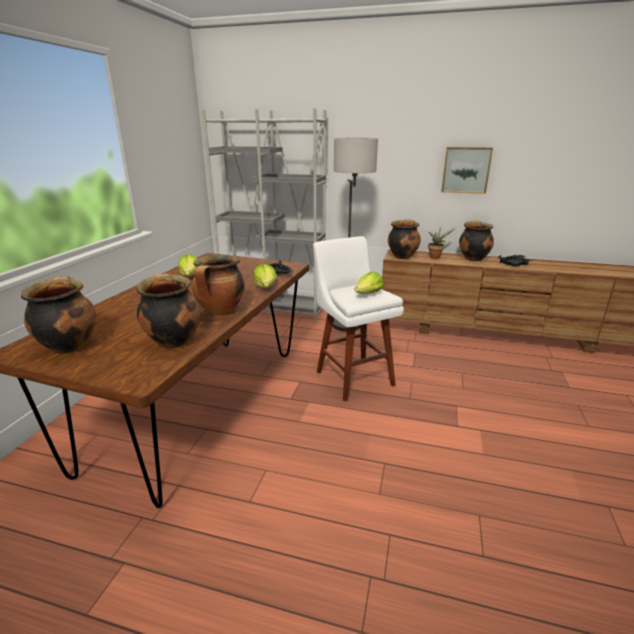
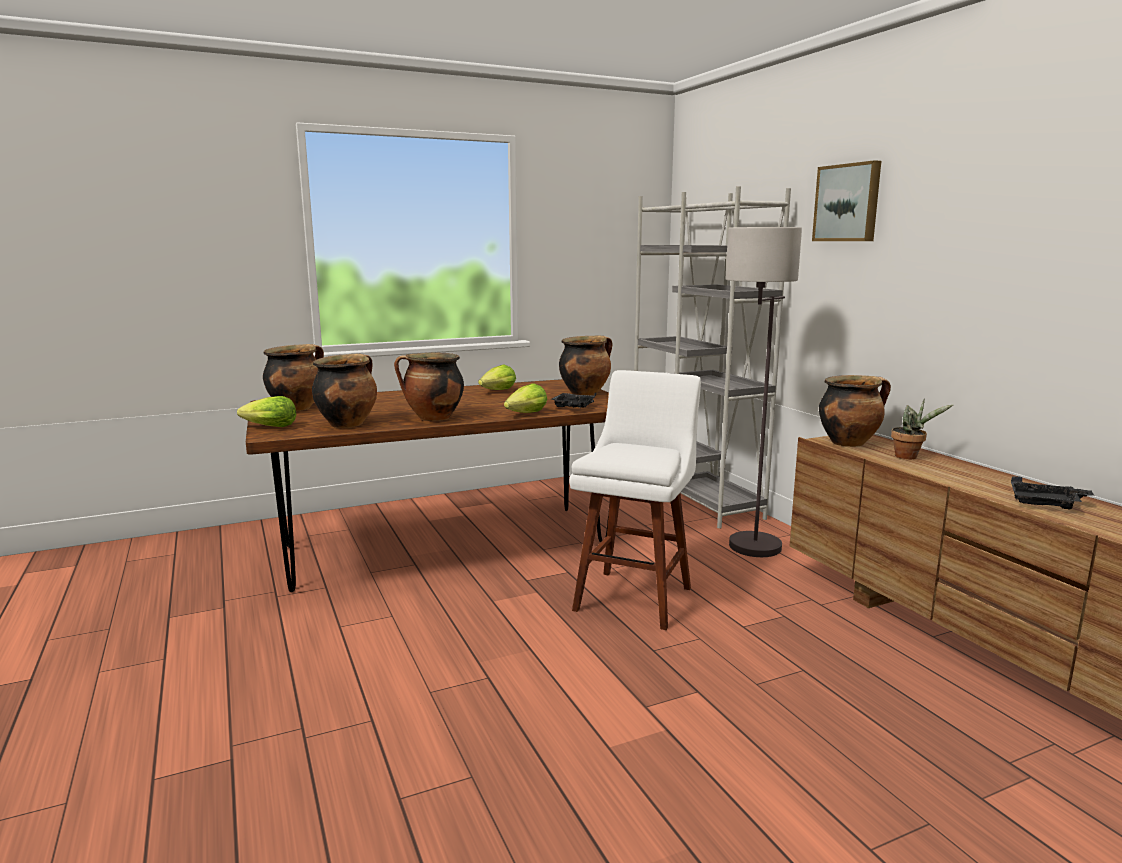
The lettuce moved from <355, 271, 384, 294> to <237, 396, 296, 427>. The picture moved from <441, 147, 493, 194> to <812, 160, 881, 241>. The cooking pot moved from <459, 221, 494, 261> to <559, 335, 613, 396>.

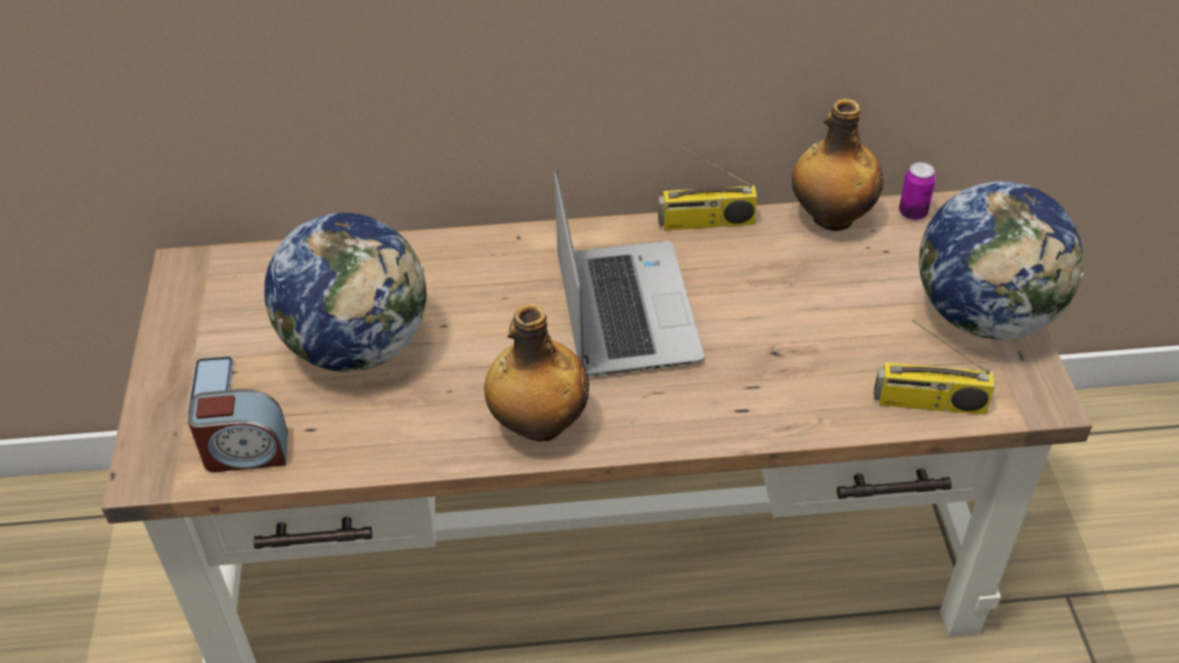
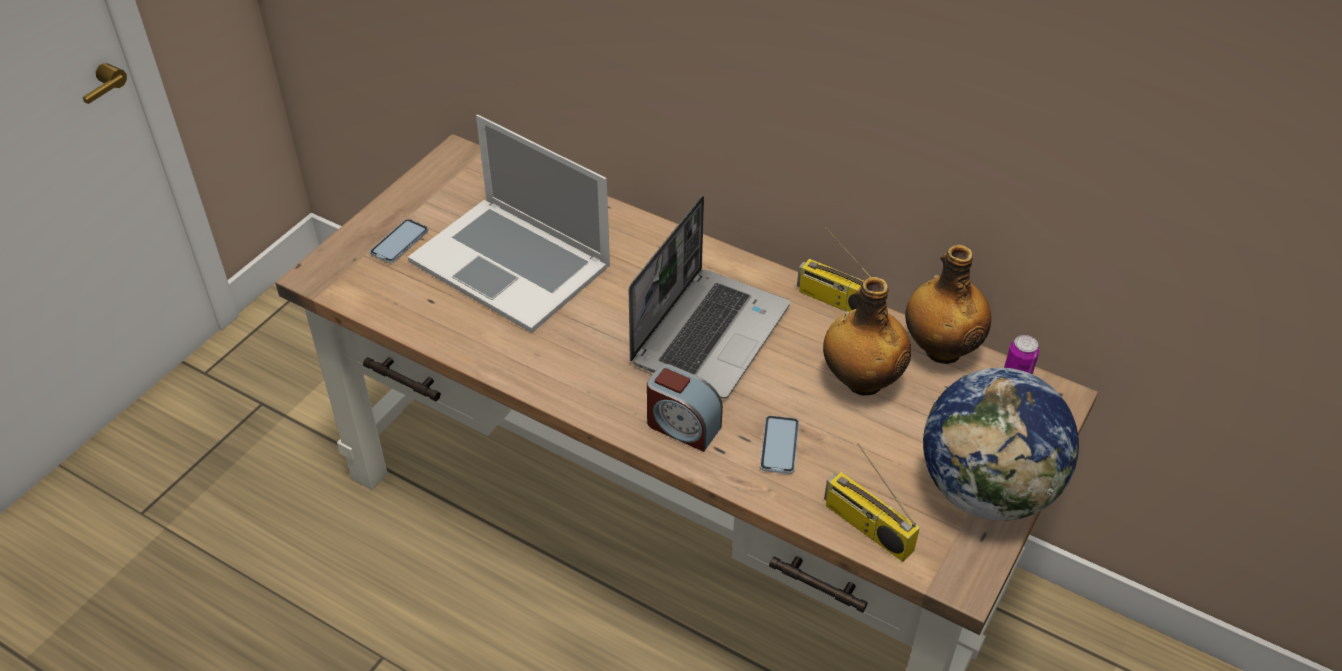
The phone at <760, 415, 799, 474> appeared. The alarm clock moved from <188, 389, 288, 472> to <647, 364, 723, 452>. The bottle moved from <484, 304, 589, 442> to <823, 277, 911, 396>. The globe at <264, 213, 427, 372> was replaced by the laptop at <408, 115, 610, 333>.

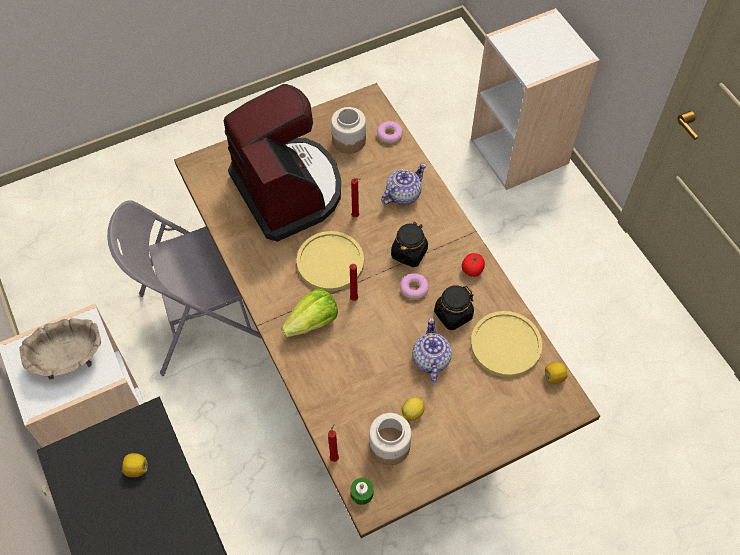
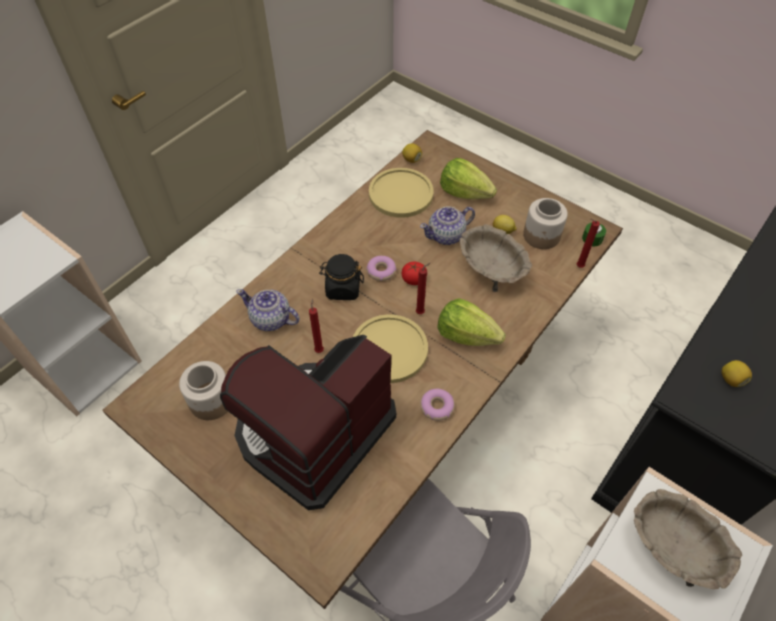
The black jar at <434, 285, 474, 330> disappeared. The lettuce at <440, 158, 497, 199> appeared. The beige bowl at <460, 224, 532, 292> appeared. The donut moved from <377, 121, 403, 144> to <420, 389, 455, 421>. The tomato moved from <462, 253, 485, 277> to <401, 262, 427, 285>.

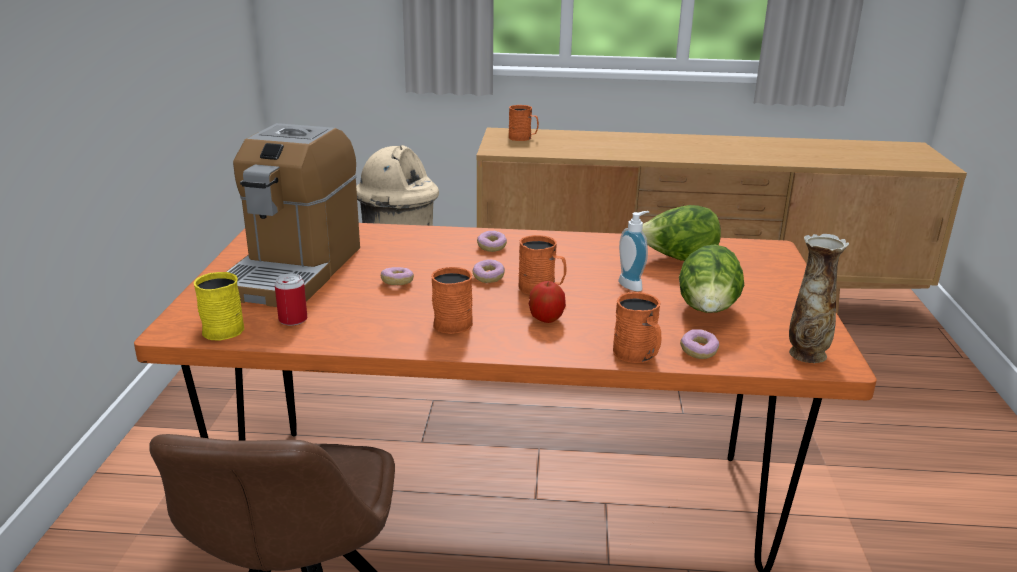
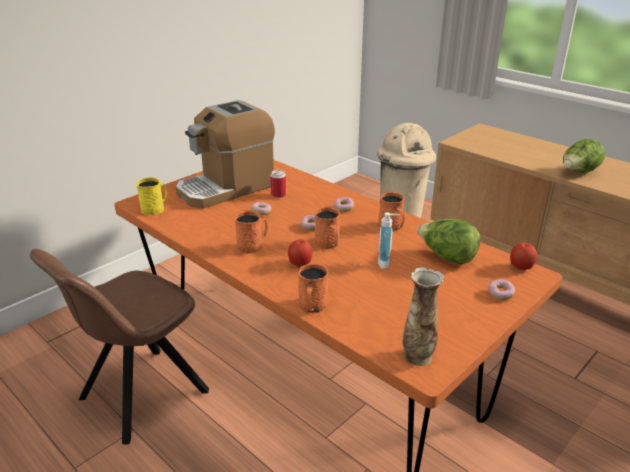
The apple at <510, 242, 537, 270> appeared. The can moved from <275, 273, 307, 326> to <270, 170, 286, 198>. The orange mug moved from <509, 105, 539, 141> to <379, 192, 405, 232>. The lettuce moved from <679, 244, 744, 313> to <563, 139, 605, 173>. The donut moved from <680, 329, 719, 359> to <488, 279, 515, 300>.

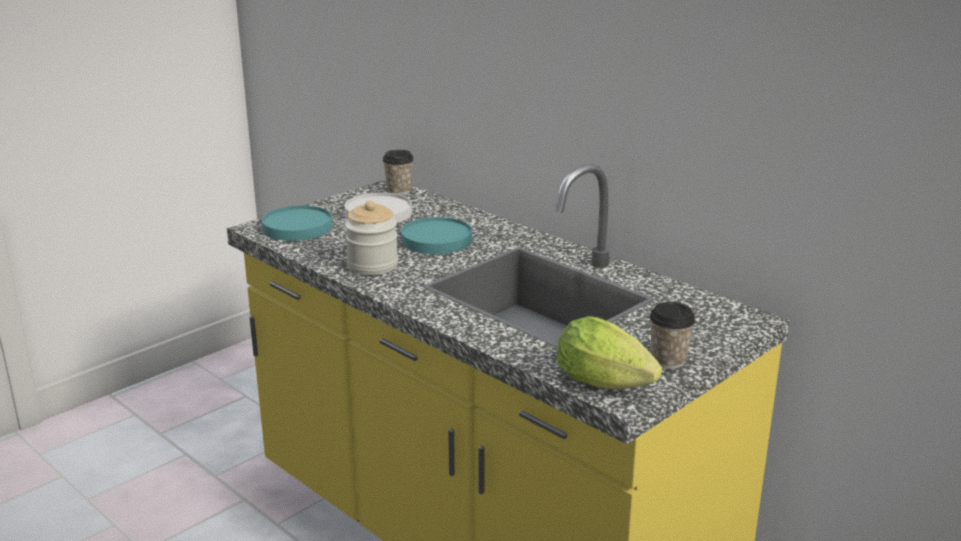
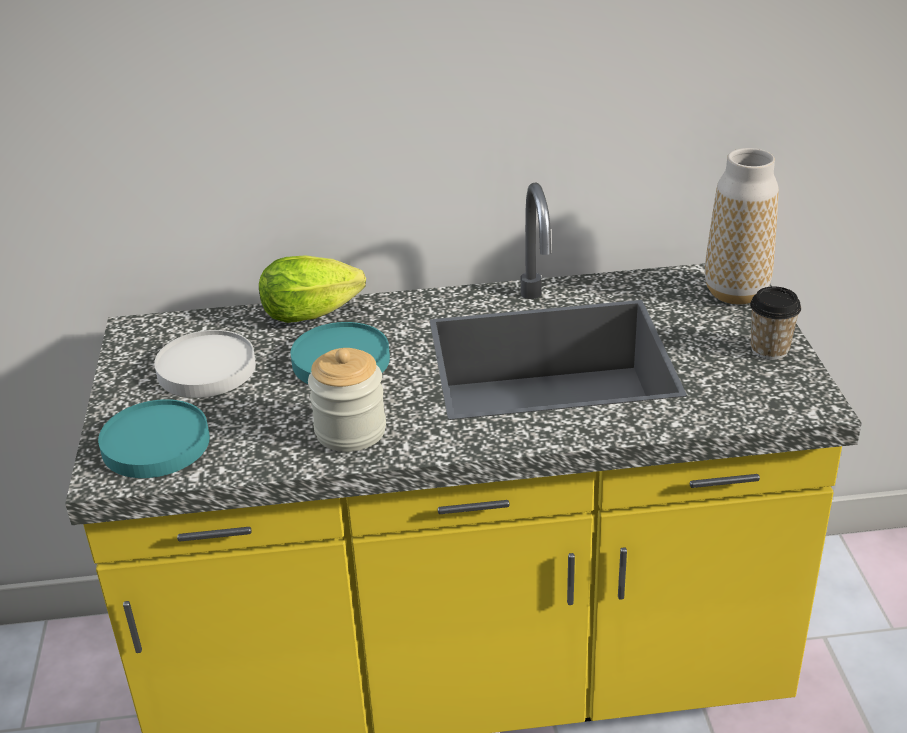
The cup at <383, 150, 414, 195> disappeared. The vase at <705, 148, 779, 304> appeared. The lettuce moved from <557, 316, 662, 389> to <259, 255, 366, 323>.

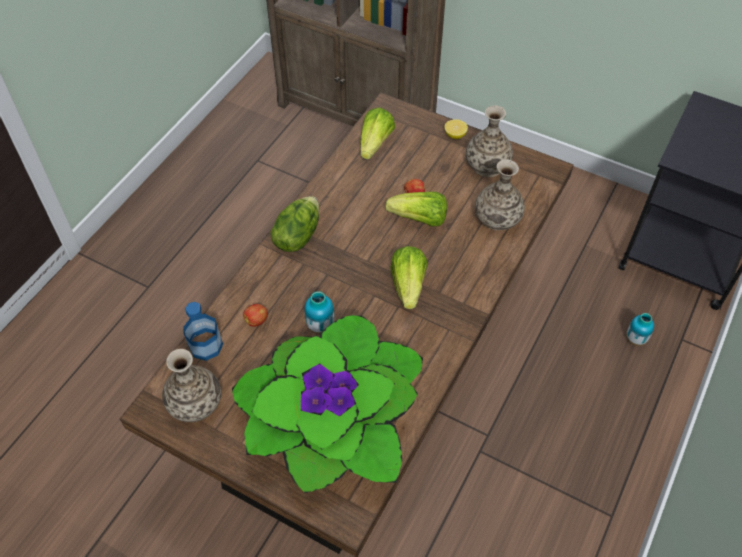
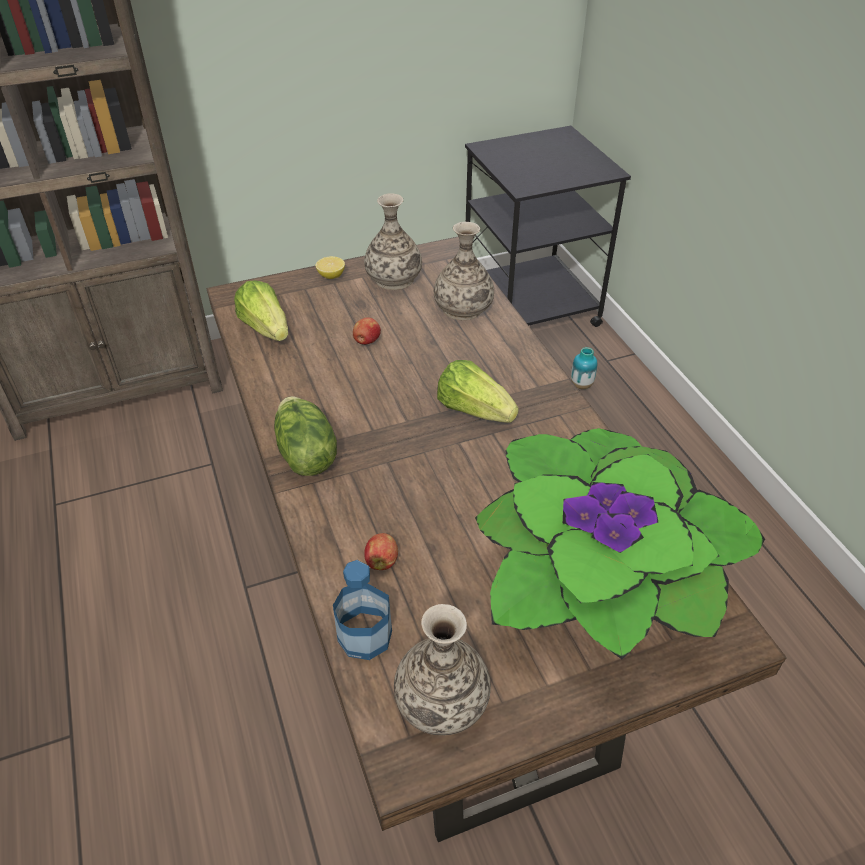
The vase at <305, 291, 334, 335> disappeared. The lettuce at <386, 192, 447, 226> disappeared.

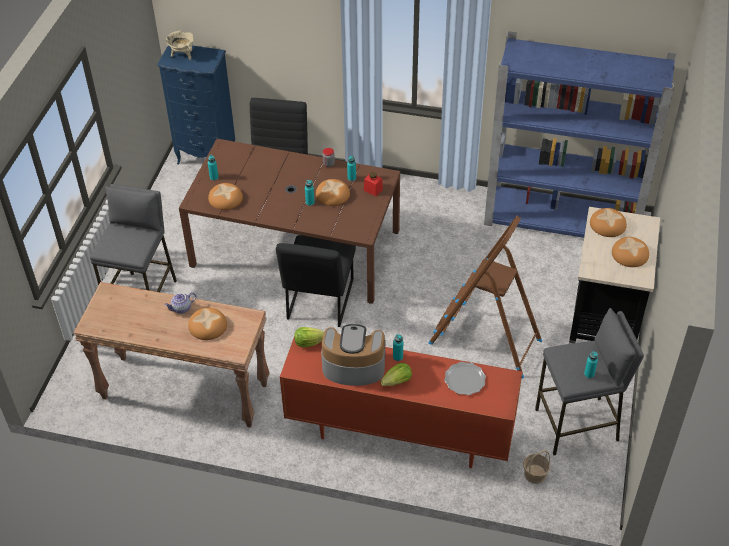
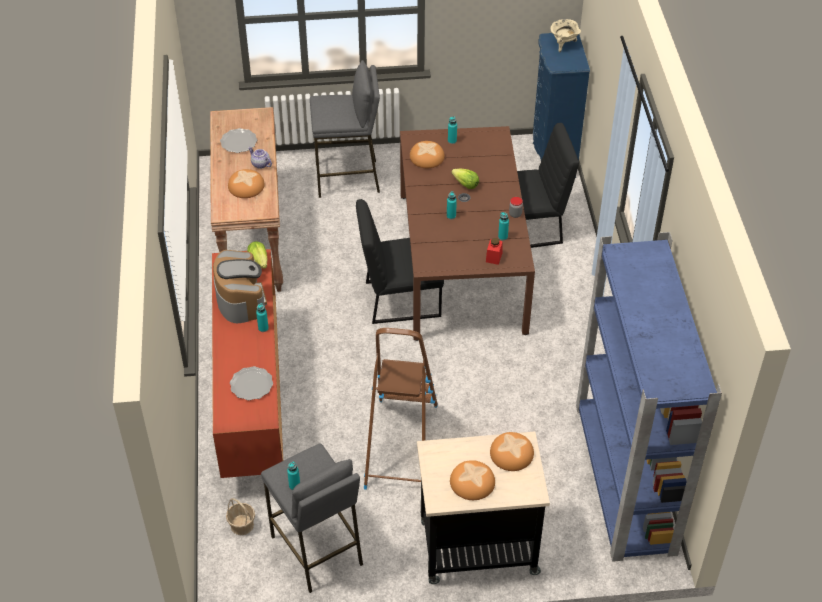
The bread at <316, 179, 350, 206> disappeared. The plate at <220, 128, 257, 153> appeared. The lettuce moved from <380, 363, 412, 386> to <451, 169, 479, 189>.

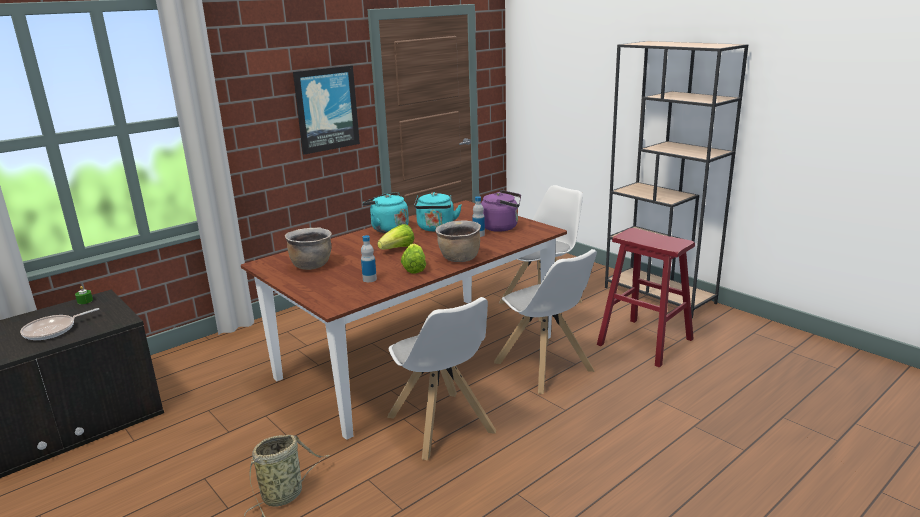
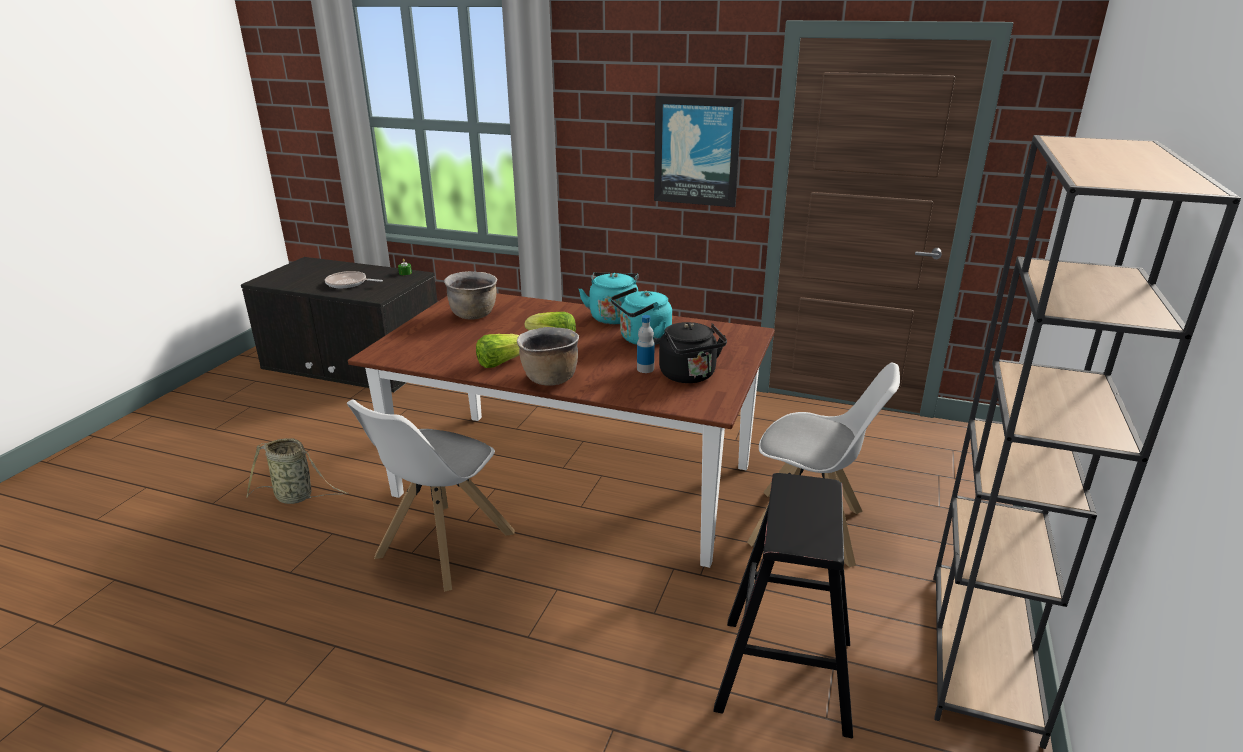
The bottle at <361, 235, 377, 282> disappeared. The chair at <494, 249, 597, 394> disappeared. The purple kettle at <481, 190, 521, 232> became the black kettle at <659, 322, 727, 383>. The red stool at <597, 228, 695, 368> became the black stool at <713, 473, 853, 739>.

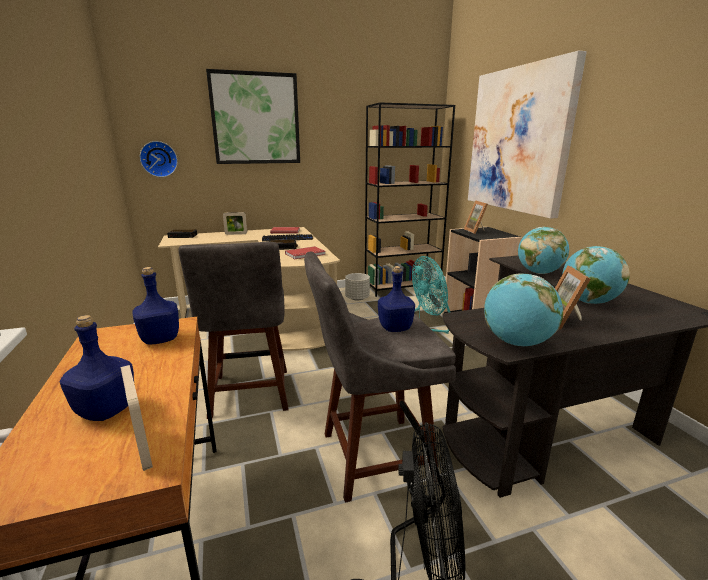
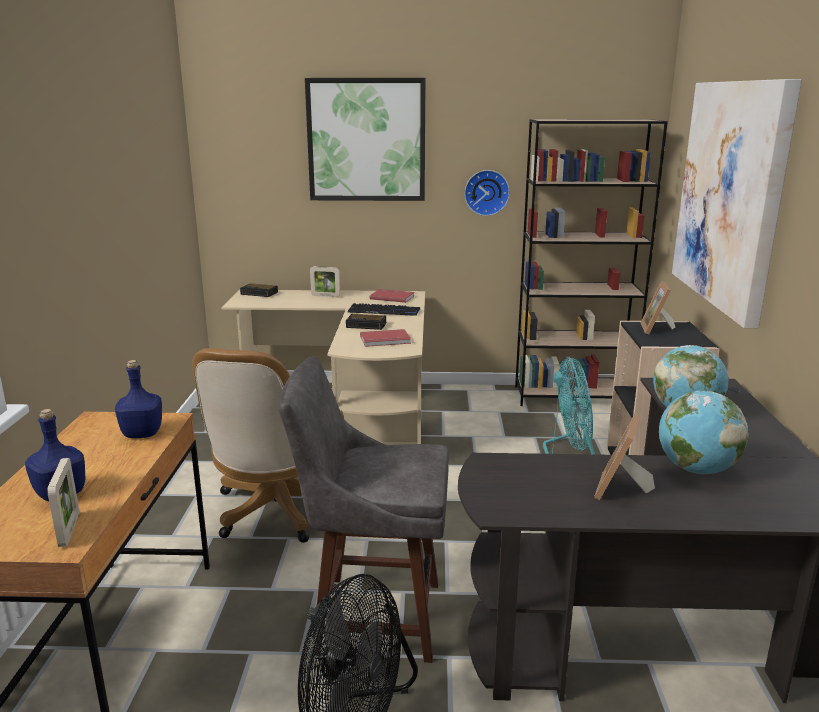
The grey planter at <345, 273, 370, 300> disappeared. The blue bottle at <378, 266, 415, 332> disappeared. The globe at <484, 273, 563, 346> disappeared. The wall clock moved from <140, 141, 178, 177> to <464, 170, 510, 216>. The grey stool at <178, 242, 288, 419> was replaced by the office chair at <192, 348, 344, 543>.

